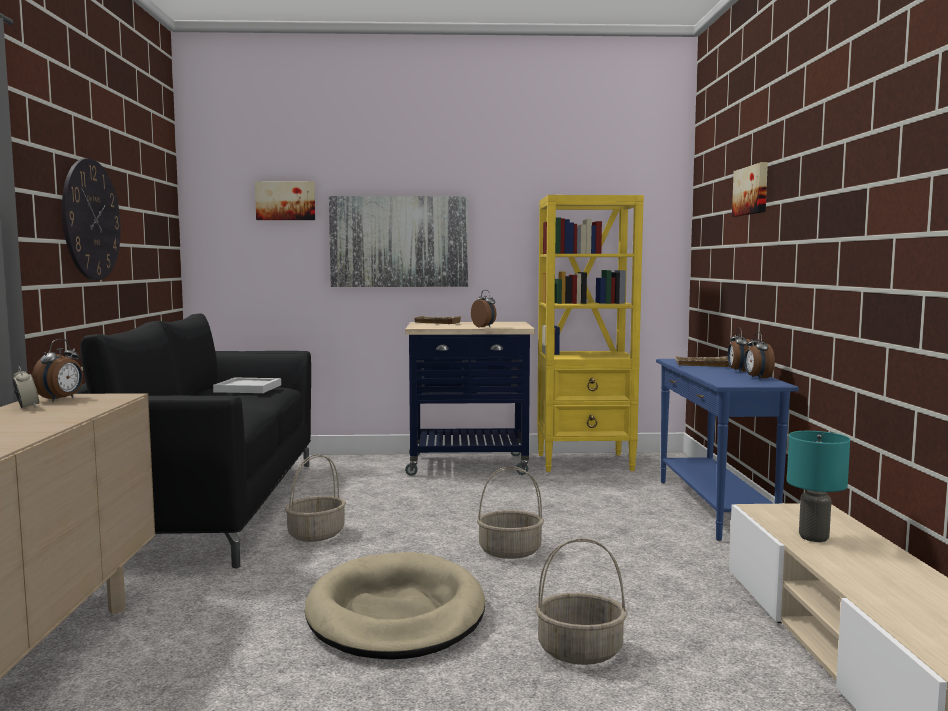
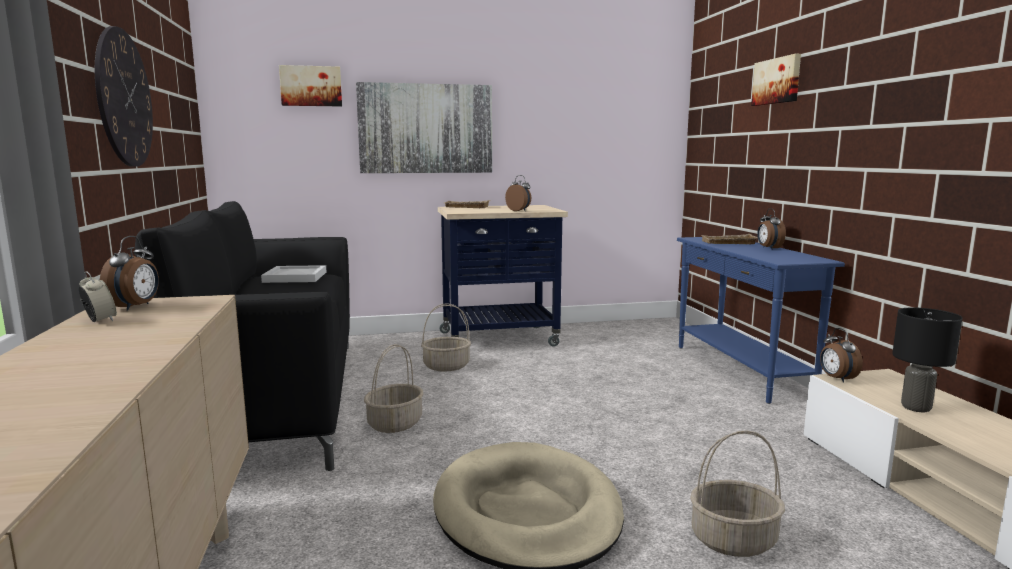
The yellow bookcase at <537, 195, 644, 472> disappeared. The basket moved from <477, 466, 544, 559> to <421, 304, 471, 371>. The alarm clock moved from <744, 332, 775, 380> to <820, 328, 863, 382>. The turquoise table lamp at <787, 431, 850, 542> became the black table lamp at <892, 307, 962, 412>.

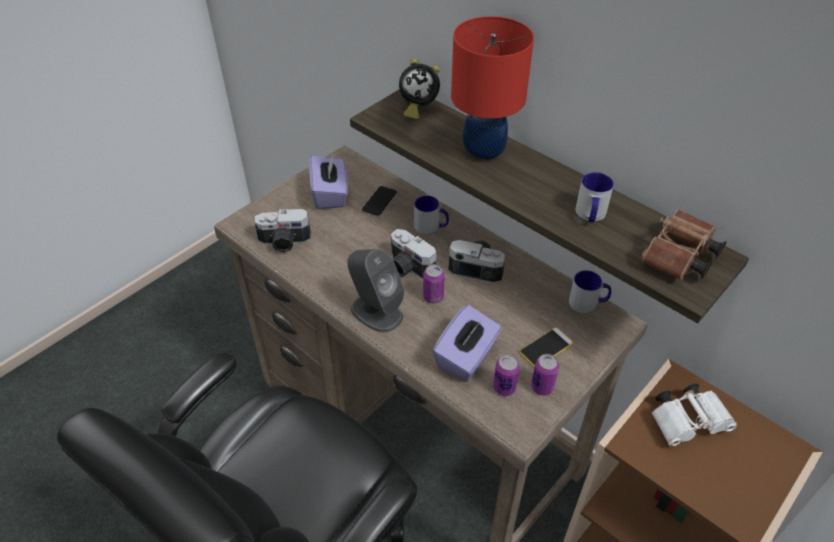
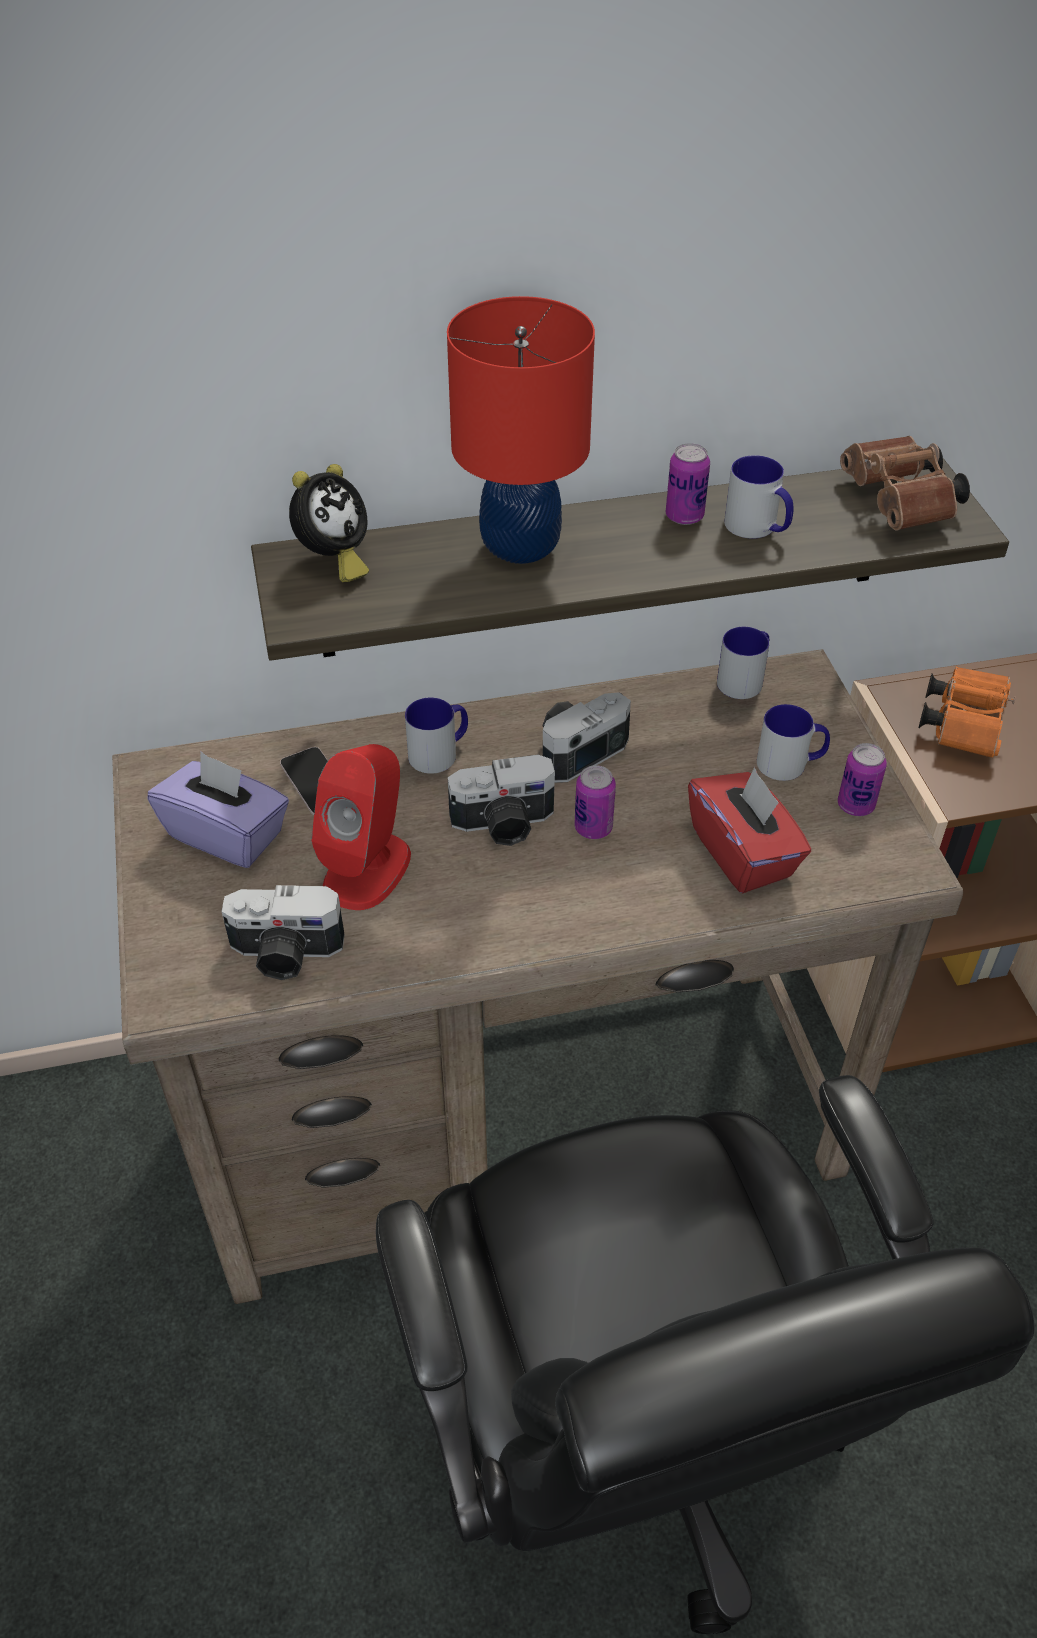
The grey speaker at <347, 249, 404, 333> disappeared. The red speaker at <311, 744, 411, 910> appeared. The can moved from <493, 354, 520, 396> to <666, 443, 710, 525>. The phone at <519, 328, 573, 368> was replaced by the mug at <757, 704, 830, 781>. The purple tissue box at <432, 305, 502, 382> became the red tissue box at <688, 767, 811, 893>. The white binoculars at <652, 383, 737, 446> became the orange binoculars at <919, 667, 1016, 758>. The photo camera at <254, 209, 311, 253> turned 60 degrees clockwise.

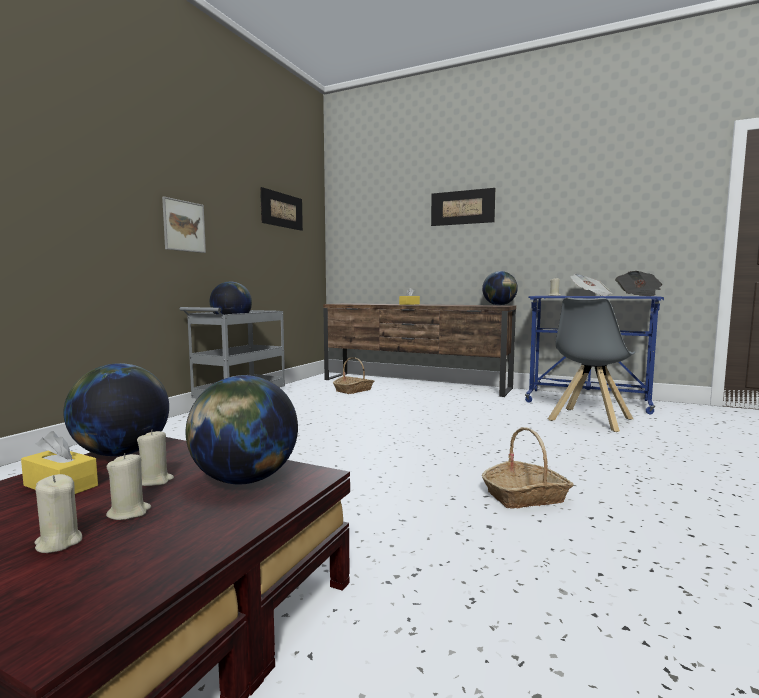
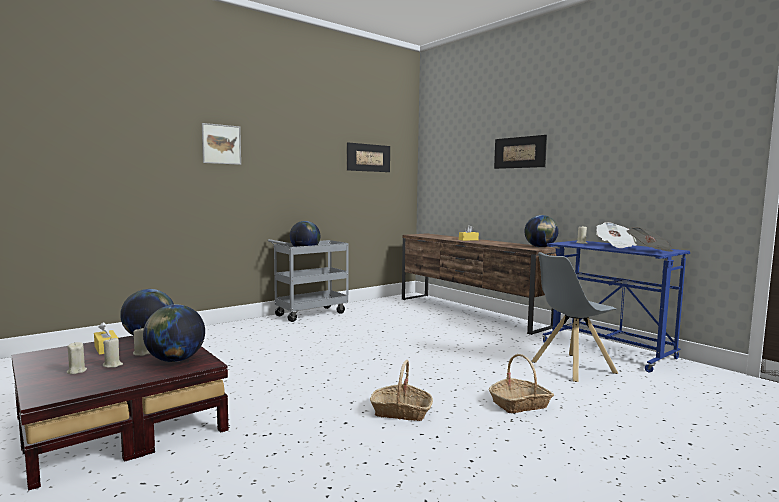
The picture moved from <162, 197, 206, 253> to <202, 123, 241, 165>. The basket moved from <333, 357, 374, 394> to <489, 354, 554, 413>.

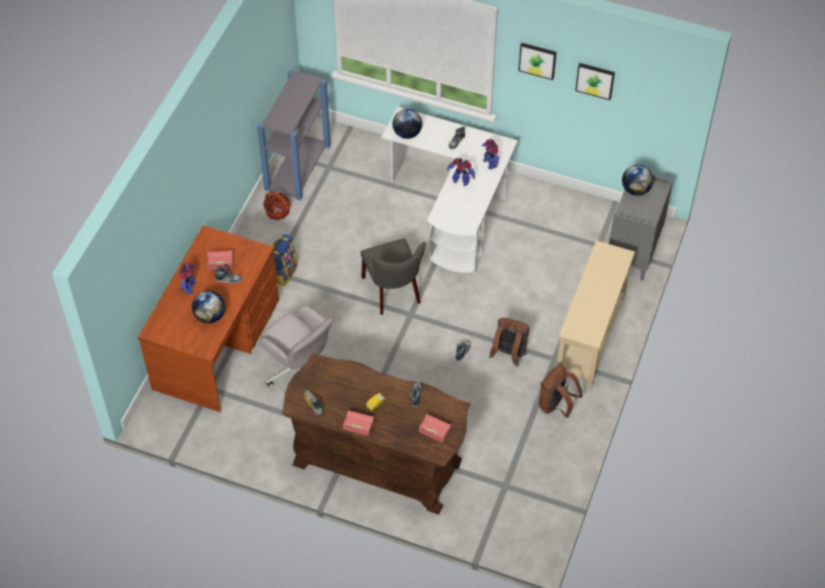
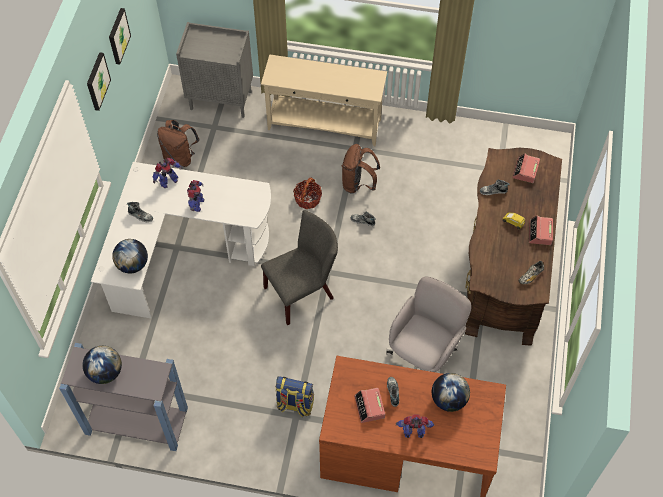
The basket moved from <263, 191, 291, 220> to <293, 178, 322, 209>. The brown backpack moved from <539, 365, 583, 418> to <157, 120, 199, 167>. The globe moved from <622, 165, 653, 196> to <83, 346, 122, 384>.

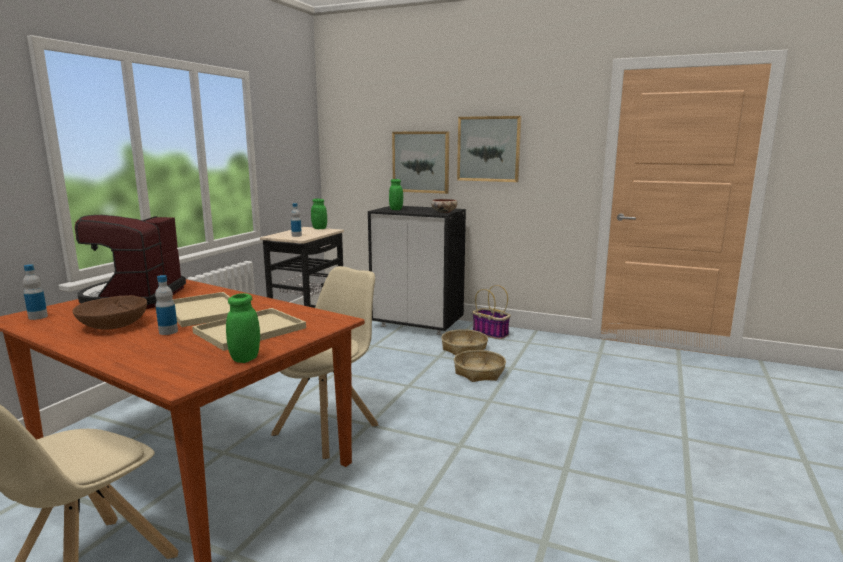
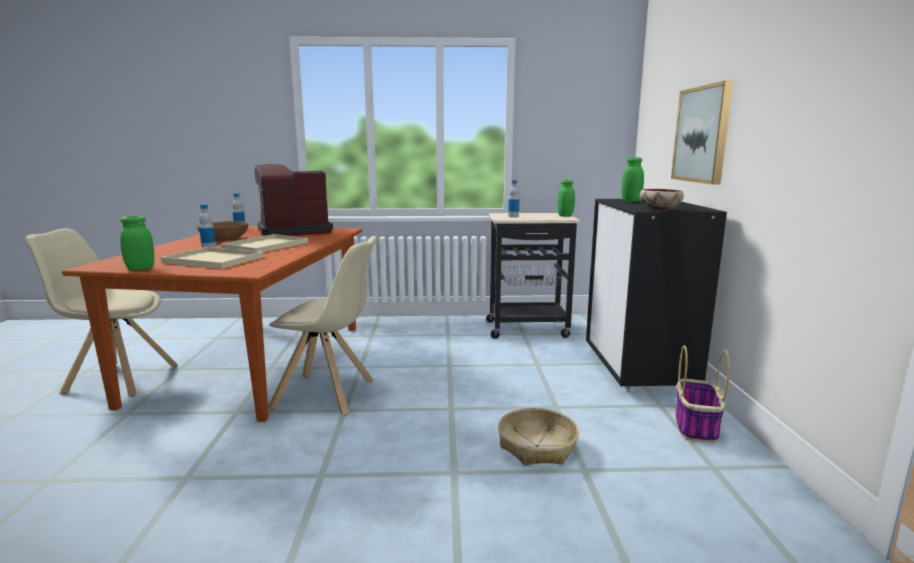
The basket at <441, 329, 488, 356> disappeared. The picture at <457, 116, 521, 182> disappeared.

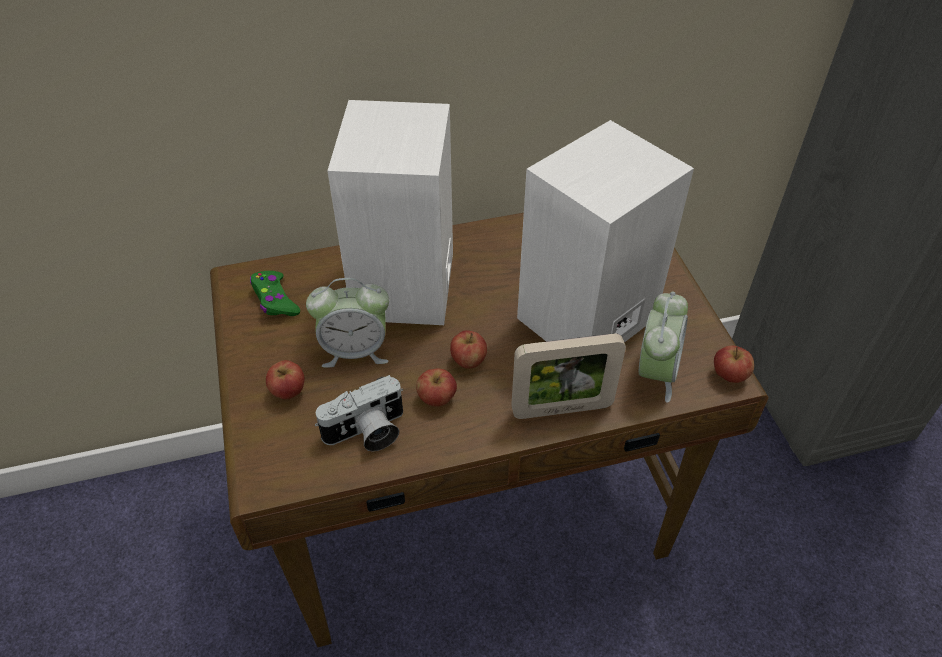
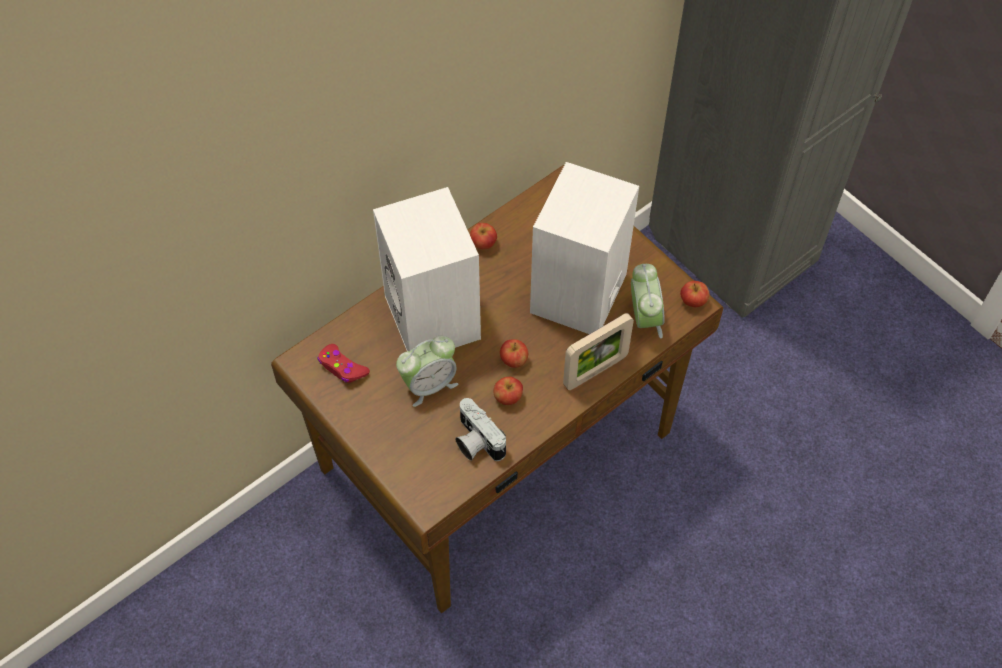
The apple moved from <266, 360, 305, 399> to <470, 223, 497, 249>. The green game controller at <250, 271, 300, 316> became the red game controller at <317, 344, 370, 383>. The photo camera at <315, 375, 403, 451> turned 105 degrees clockwise.

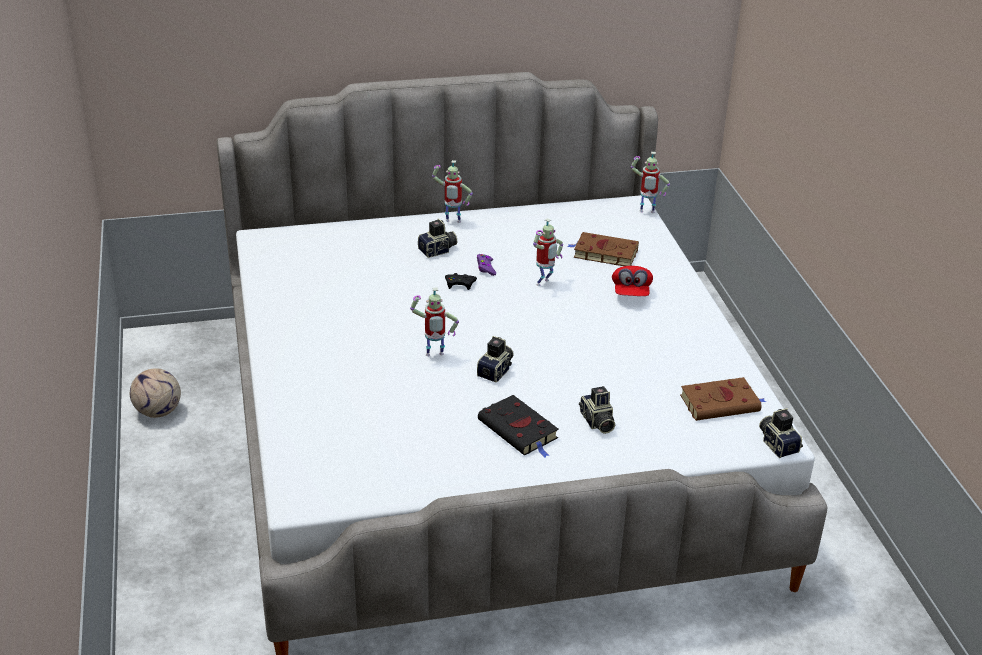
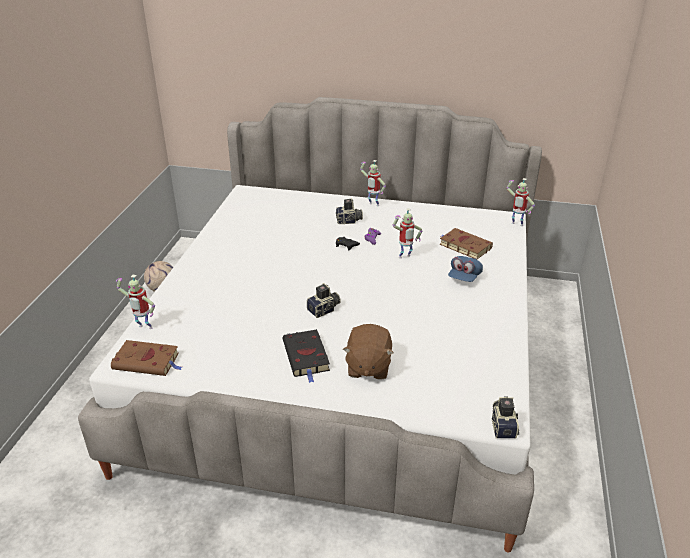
The toy robot moved from <410, 287, 459, 356> to <116, 275, 155, 329>. The brown book moved from <680, 377, 767, 421> to <111, 340, 182, 376>. The photo camera at <579, 386, 615, 434> was replaced by the brown plush toy at <343, 324, 394, 380>. The red cap at <612, 266, 653, 296> became the blue cap at <448, 256, 483, 282>.

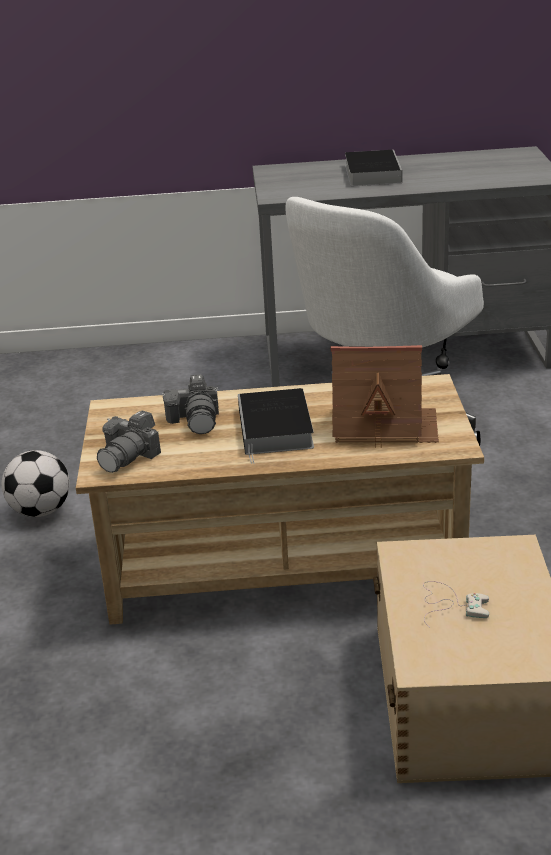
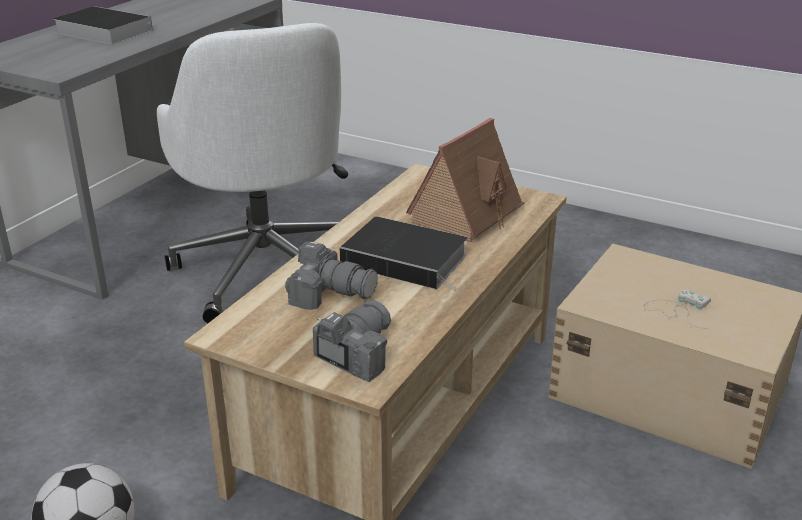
The photo camera at <97, 410, 161, 473> turned 120 degrees counterclockwise.

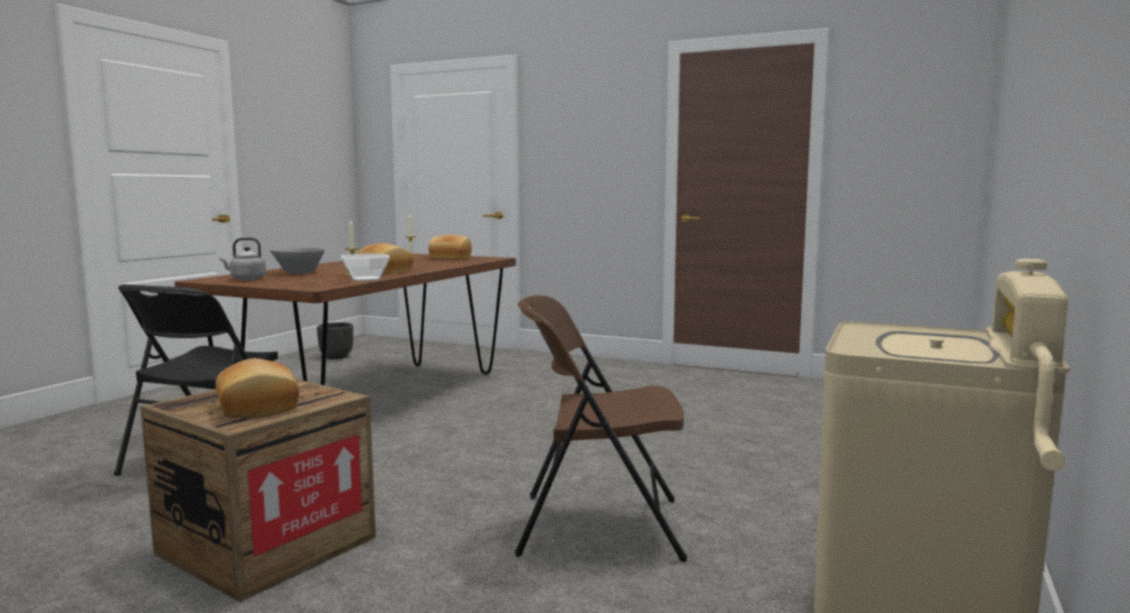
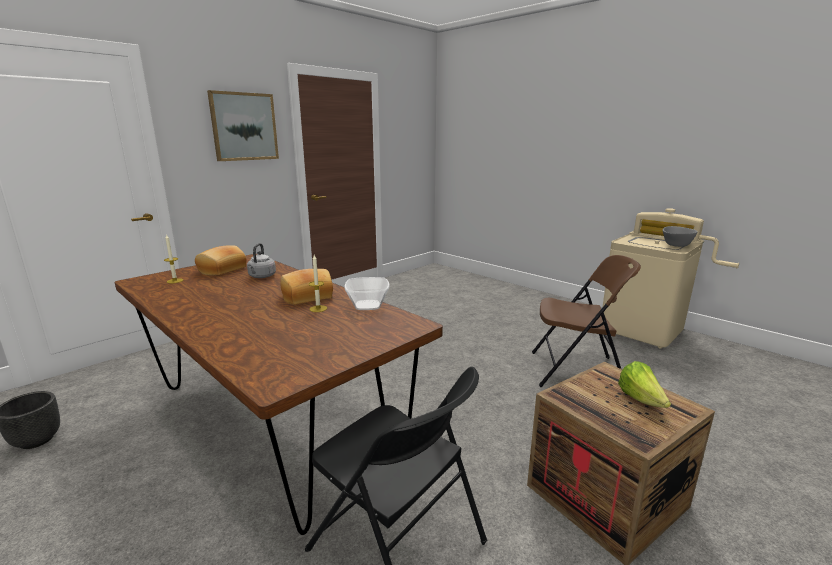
The picture at <207, 90, 279, 161> appeared. The grey kettle moved from <219, 237, 266, 280> to <247, 243, 276, 278>. The grey bowl moved from <270, 247, 325, 274> to <662, 226, 698, 247>. The bread at <215, 358, 299, 418> was replaced by the lettuce at <618, 361, 671, 408>. The brown chair at <515, 295, 687, 562> turned 105 degrees counterclockwise.

